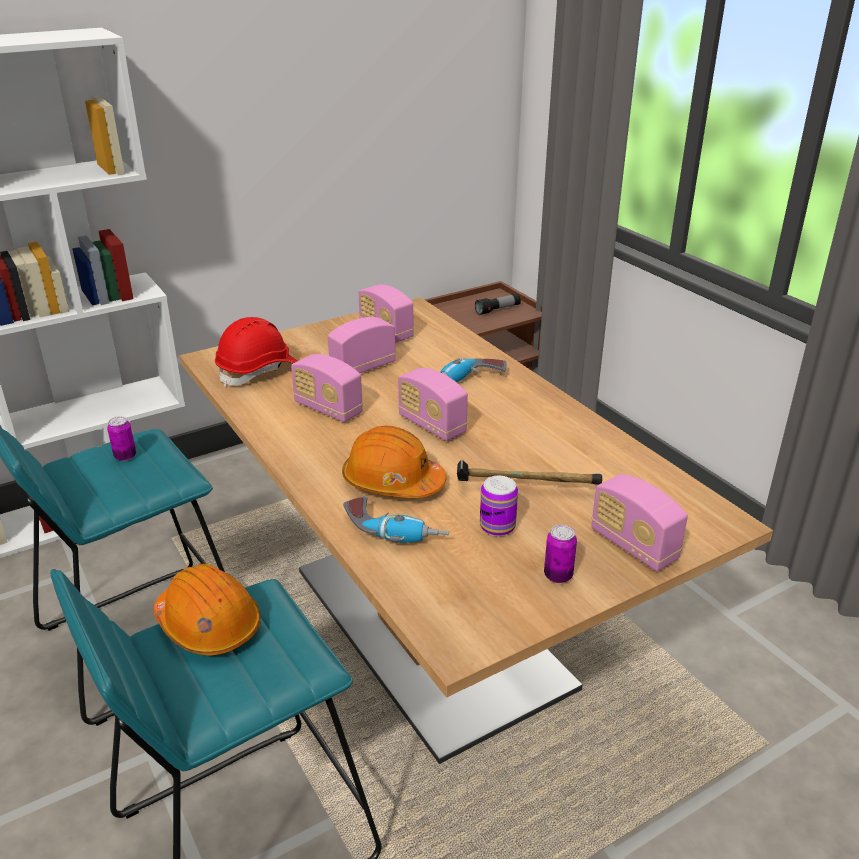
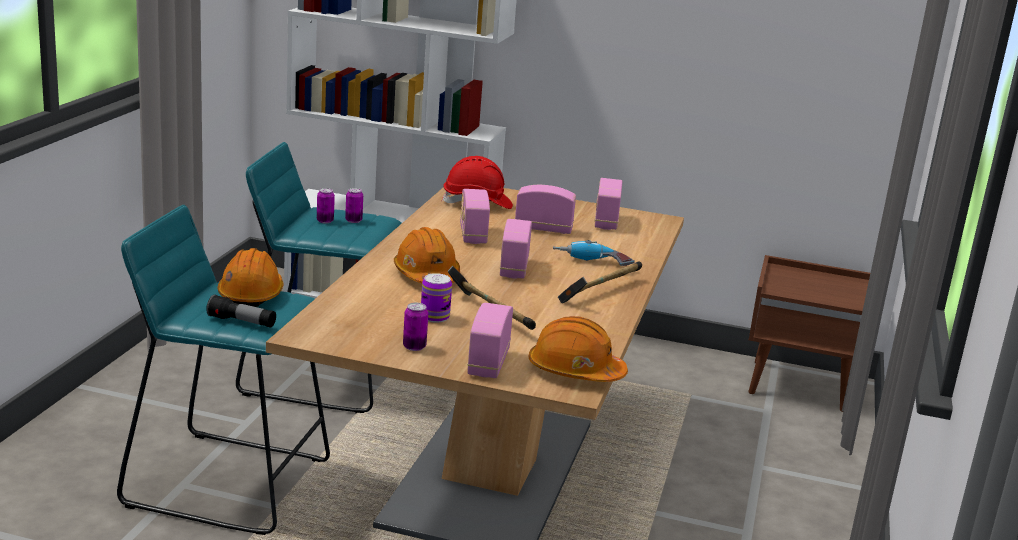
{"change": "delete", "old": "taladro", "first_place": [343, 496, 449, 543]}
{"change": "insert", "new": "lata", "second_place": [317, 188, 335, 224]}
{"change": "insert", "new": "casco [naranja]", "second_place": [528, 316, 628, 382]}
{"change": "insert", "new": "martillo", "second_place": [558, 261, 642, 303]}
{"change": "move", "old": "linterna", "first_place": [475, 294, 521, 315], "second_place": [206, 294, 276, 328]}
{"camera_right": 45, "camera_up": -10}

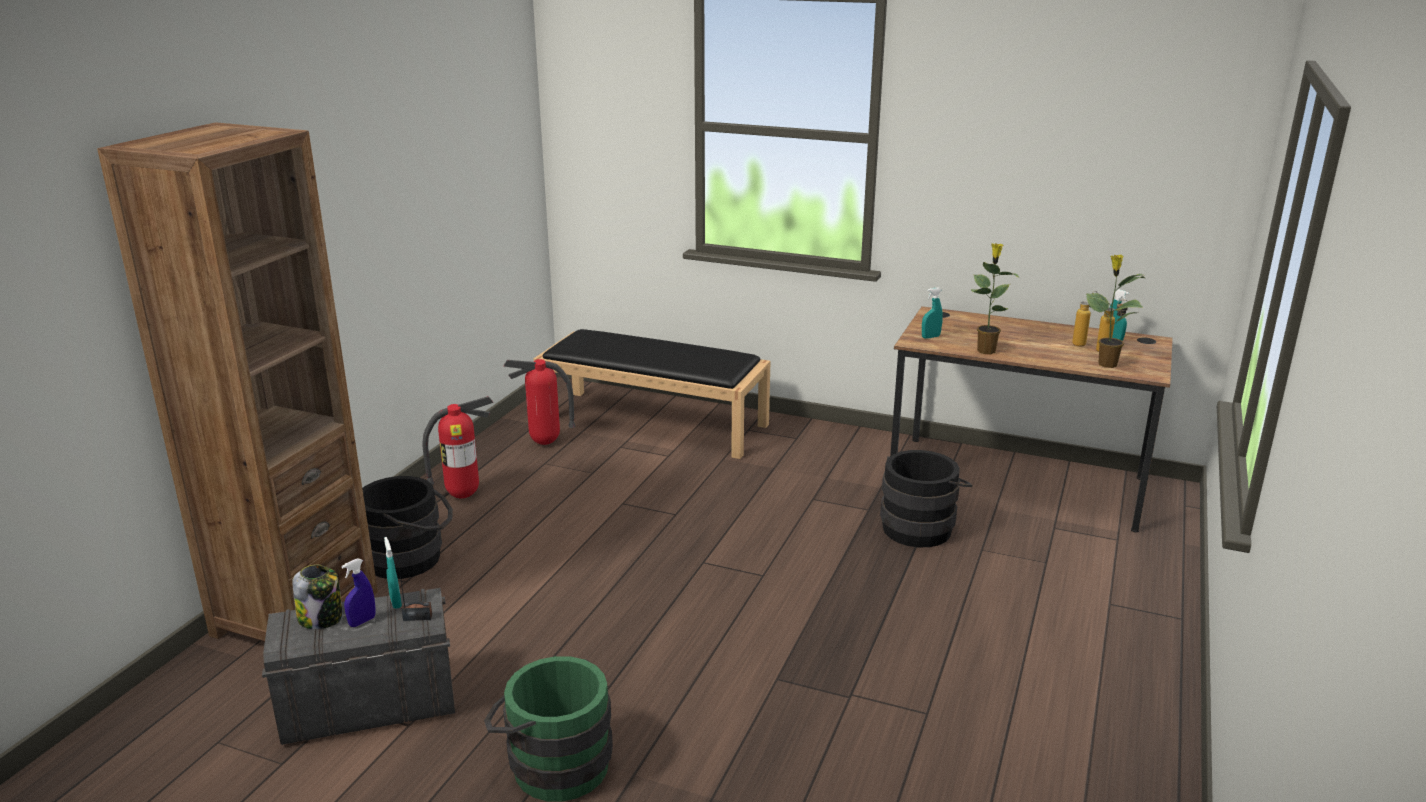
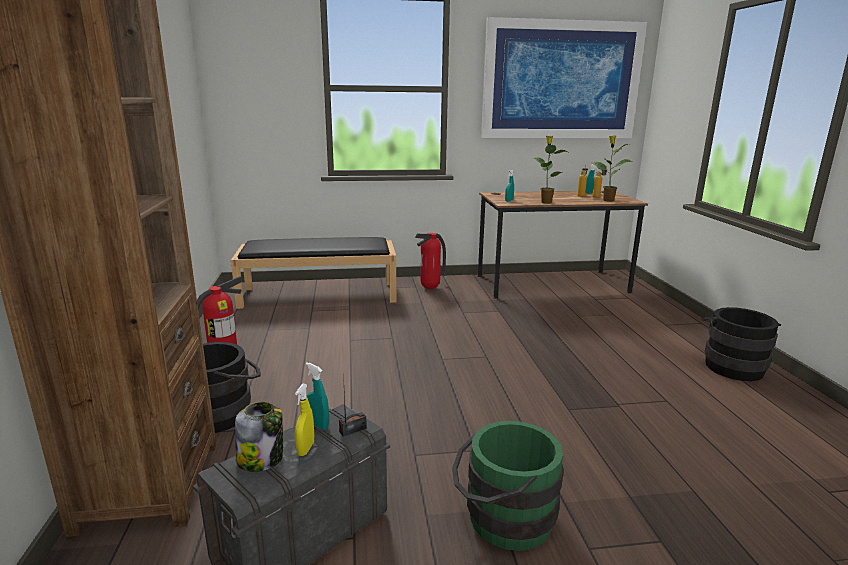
{"change": "insert", "new": "cuadro", "second_place": [481, 17, 647, 138]}
{"change": "move", "old": "extintor", "first_place": [504, 359, 575, 445], "second_place": [415, 233, 446, 289]}
{"change": "move", "old": "cubo [negro]", "first_place": [880, 450, 972, 547], "second_place": [702, 307, 781, 381]}
{"change": "recolor", "old": "pulverizador [azul]", "new": "pulverizador [amarillo]", "first_place": [342, 558, 375, 627], "second_place": [295, 384, 314, 456]}
{"camera_right": -30, "camera_up": -5}

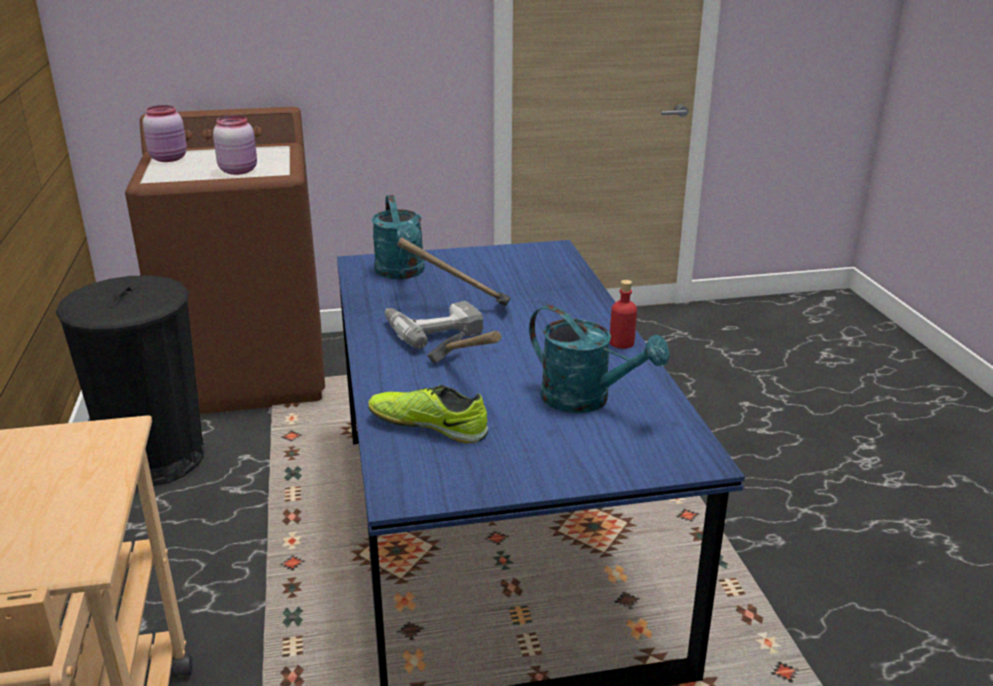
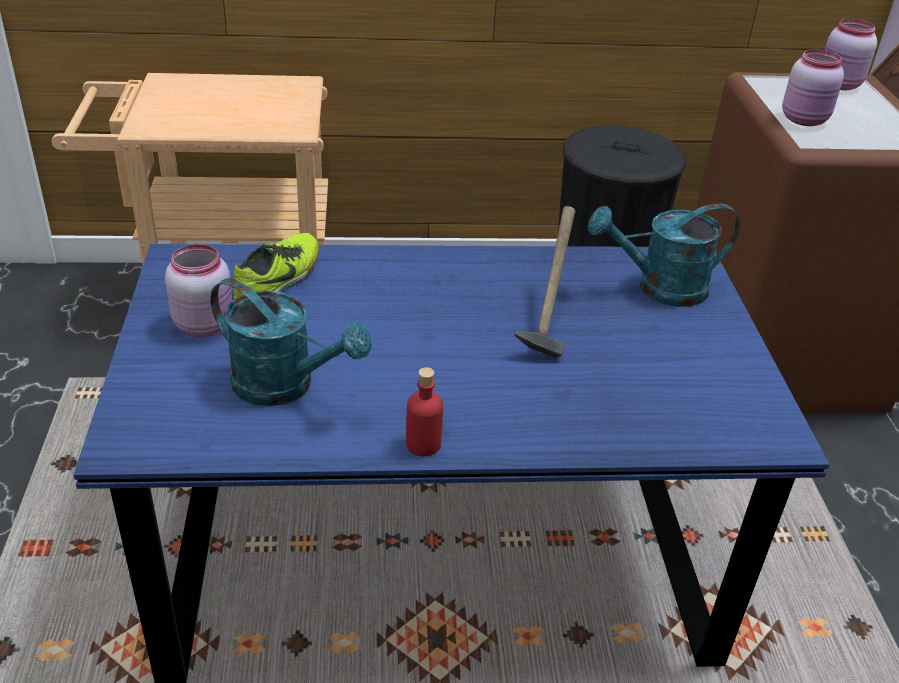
{"change": "delete", "old": "taladro", "first_place": [385, 301, 483, 349]}
{"change": "delete", "old": "martillo", "first_place": [428, 331, 501, 363]}
{"change": "insert", "new": "tarro [rosa]", "second_place": [165, 244, 233, 337]}
{"change": "rotate", "old": "regadera [turquesa]", "first_place": [529, 305, 670, 413], "second_place": [210, 278, 372, 406], "degrees": -105}
{"camera_right": 95, "camera_up": 10}

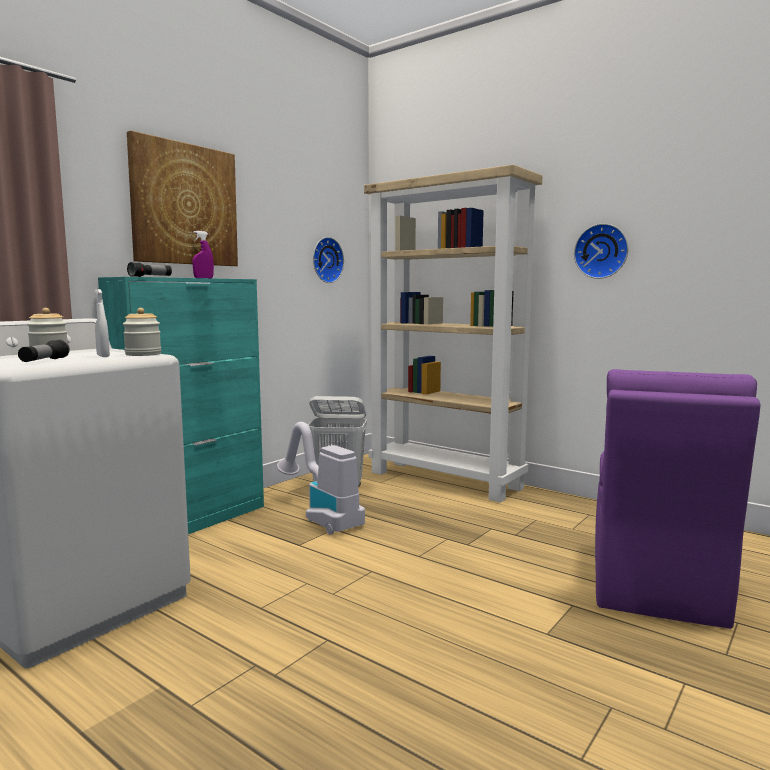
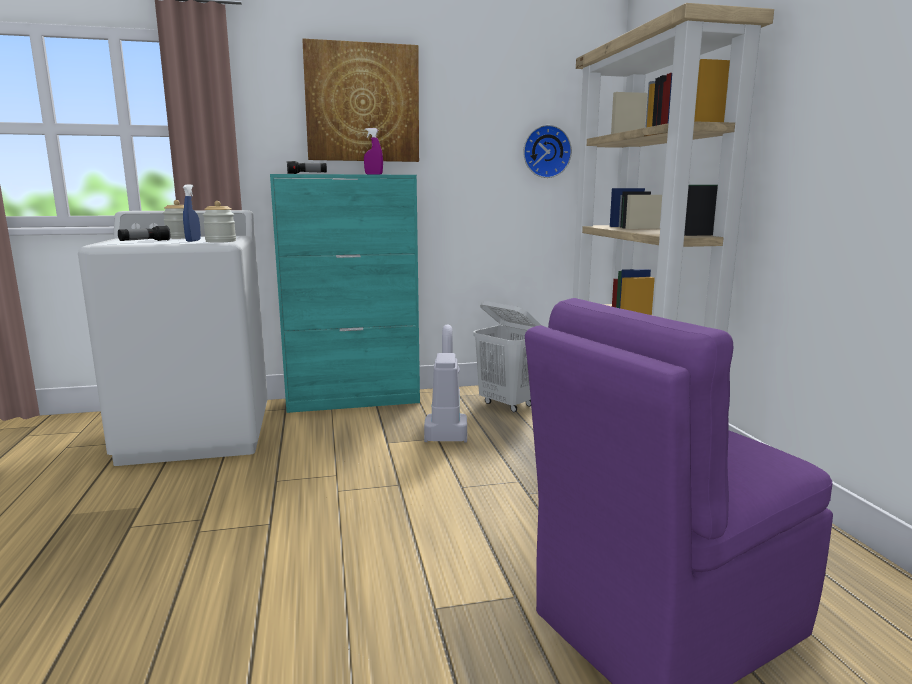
{"change": "delete", "old": "reloj de pared", "first_place": [574, 223, 628, 279]}
{"change": "recolor", "old": "pulverizador [blanco]", "new": "pulverizador [azul]", "first_place": [95, 289, 110, 357], "second_place": [183, 184, 201, 242]}
{"camera_right": 40, "camera_up": 5}

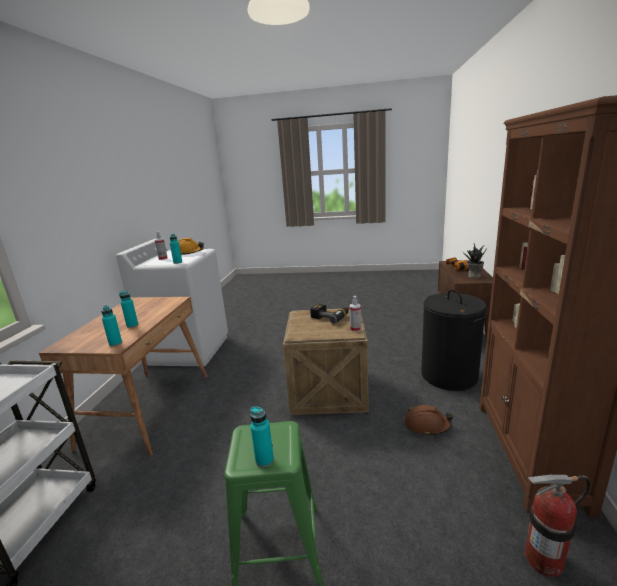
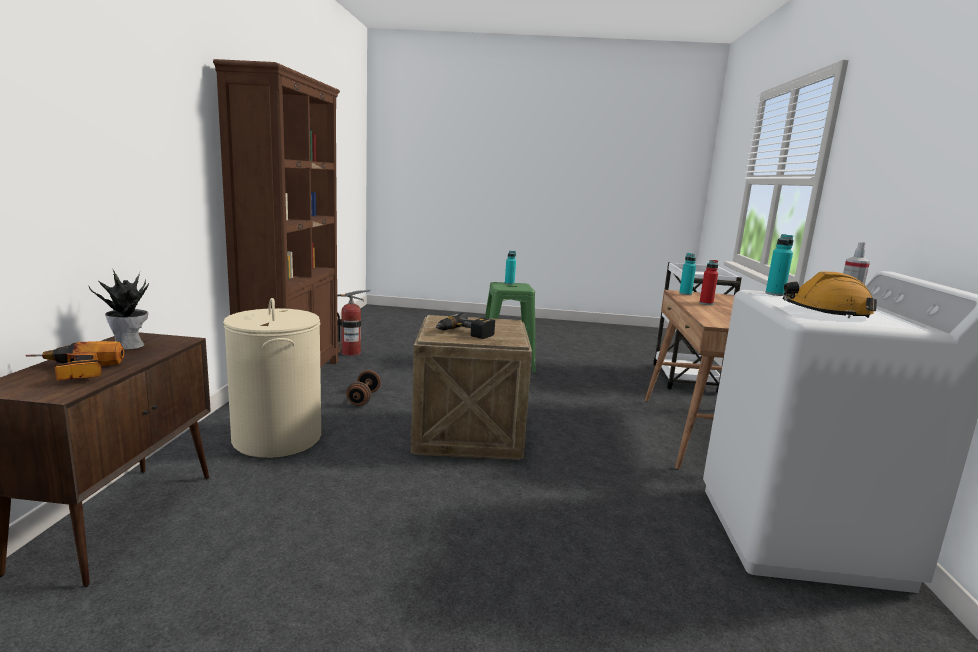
{"change": "delete", "old": "pulverizador", "first_place": [349, 296, 361, 332]}
{"change": "replace", "old": "casco [marrón]", "new": "mancuerna [marrón]", "first_place": [405, 405, 453, 437], "second_place": [346, 370, 381, 406]}
{"change": "recolor", "old": "botella [turquesa]", "new": "botella [rojo]", "first_place": [119, 291, 138, 328], "second_place": [699, 260, 718, 305]}
{"change": "recolor", "old": "cesto de la ropa [negro]", "new": "cesto de la ropa [beis]", "first_place": [421, 289, 487, 391], "second_place": [223, 298, 321, 458]}
{"camera_right": 175, "camera_up": -5}

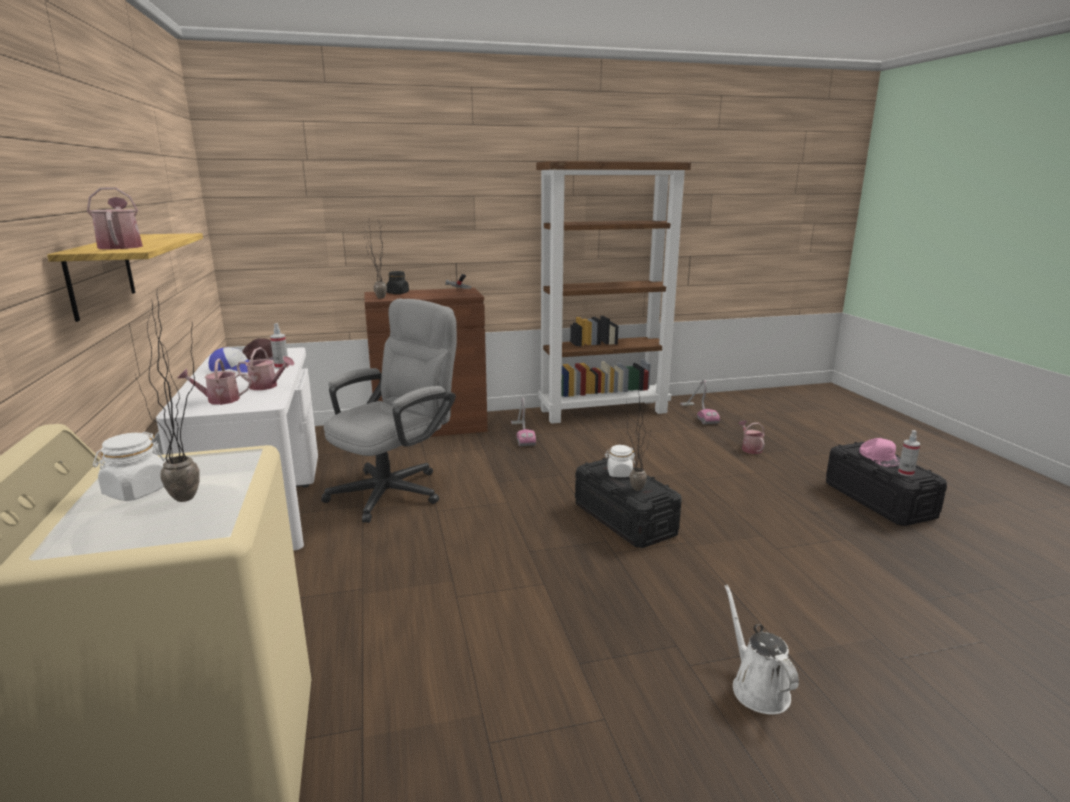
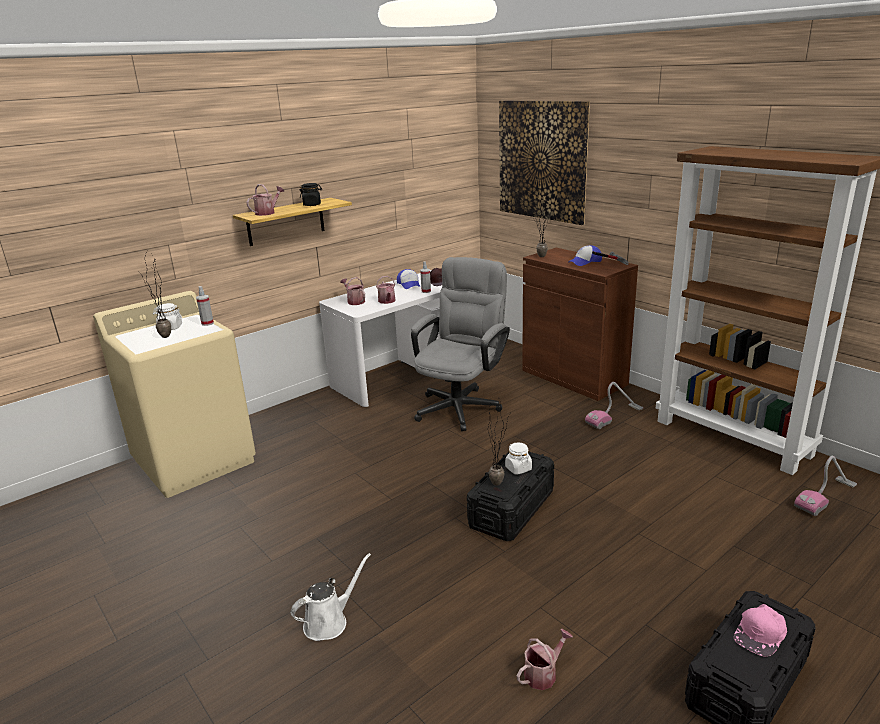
{"change": "insert", "new": "cuadro", "second_place": [499, 100, 590, 225]}
{"change": "insert", "new": "gorra", "second_place": [568, 245, 602, 266]}
{"change": "move", "old": "tarro [negro]", "first_place": [386, 271, 409, 294], "second_place": [299, 183, 322, 206]}
{"change": "move", "old": "regadera", "first_place": [739, 420, 765, 454], "second_place": [517, 629, 573, 690]}
{"change": "move", "old": "pulverizador", "first_place": [898, 430, 920, 476], "second_place": [196, 286, 214, 326]}
{"change": "rotate", "old": "silla de oficina [gris]", "first_place": [321, 299, 457, 523], "second_place": [411, 257, 510, 431], "degrees": -75}
{"camera_right": 65, "camera_up": 5}

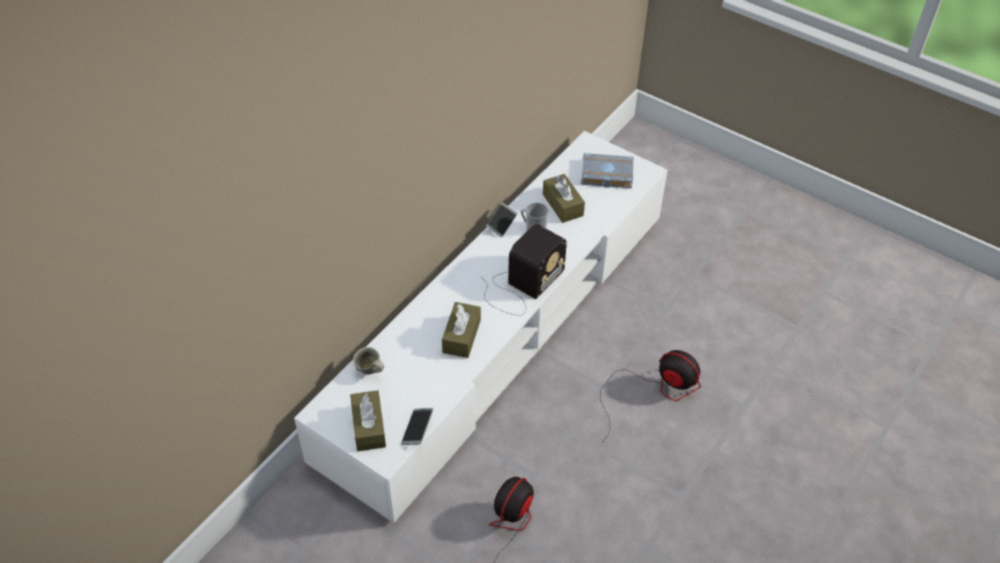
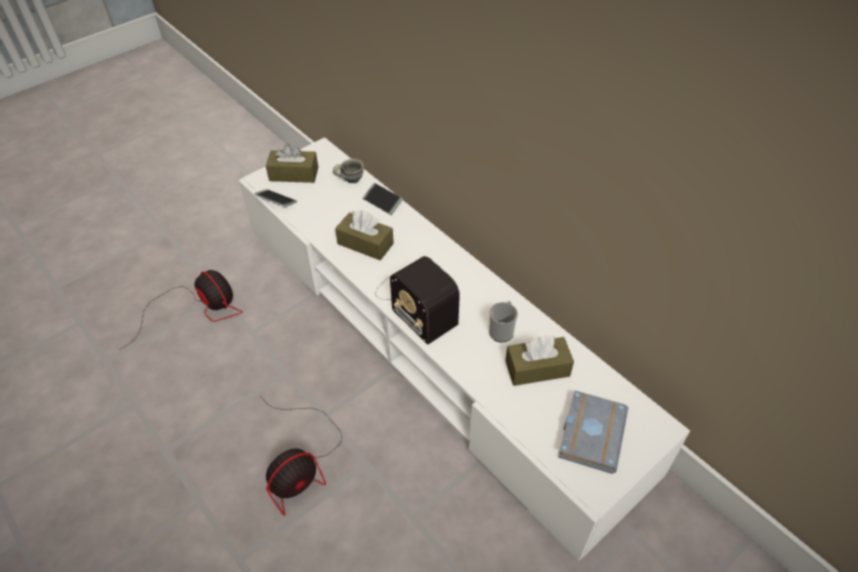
{"change": "move", "old": "móvil", "first_place": [486, 202, 518, 237], "second_place": [363, 183, 403, 215]}
{"camera_right": 105, "camera_up": 0}

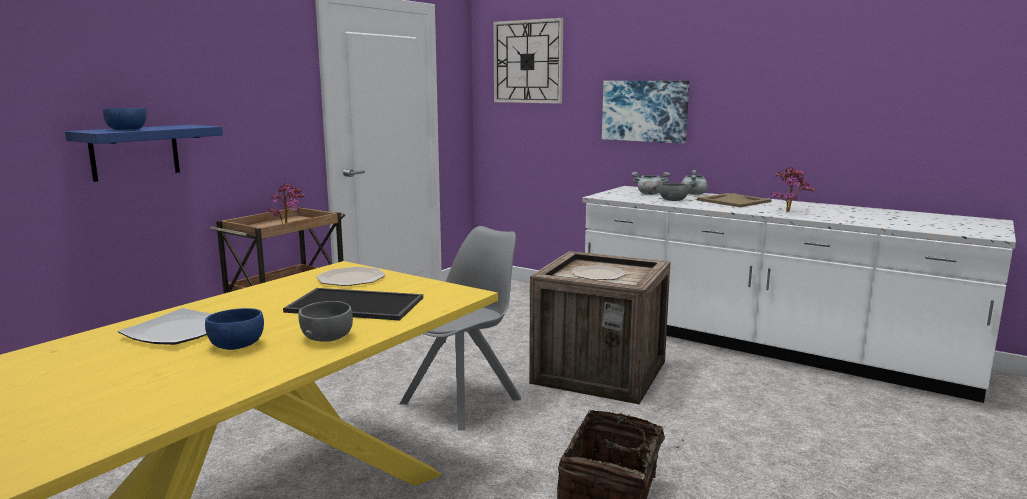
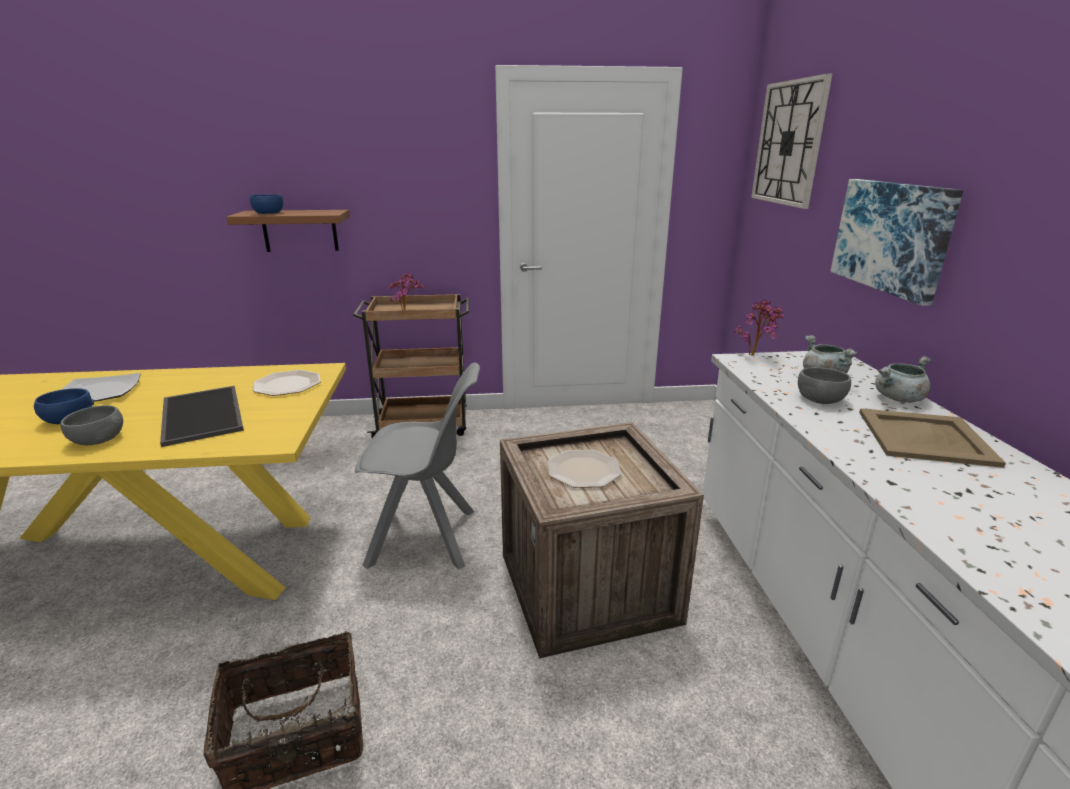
{"change": "move", "old": "planta en maceta", "first_place": [771, 167, 816, 212], "second_place": [734, 299, 784, 356]}
{"change": "recolor", "old": "estante [azul]", "new": "estante [marrón]", "first_place": [65, 125, 223, 182], "second_place": [226, 210, 350, 252]}
{"camera_right": 50, "camera_up": 10}

